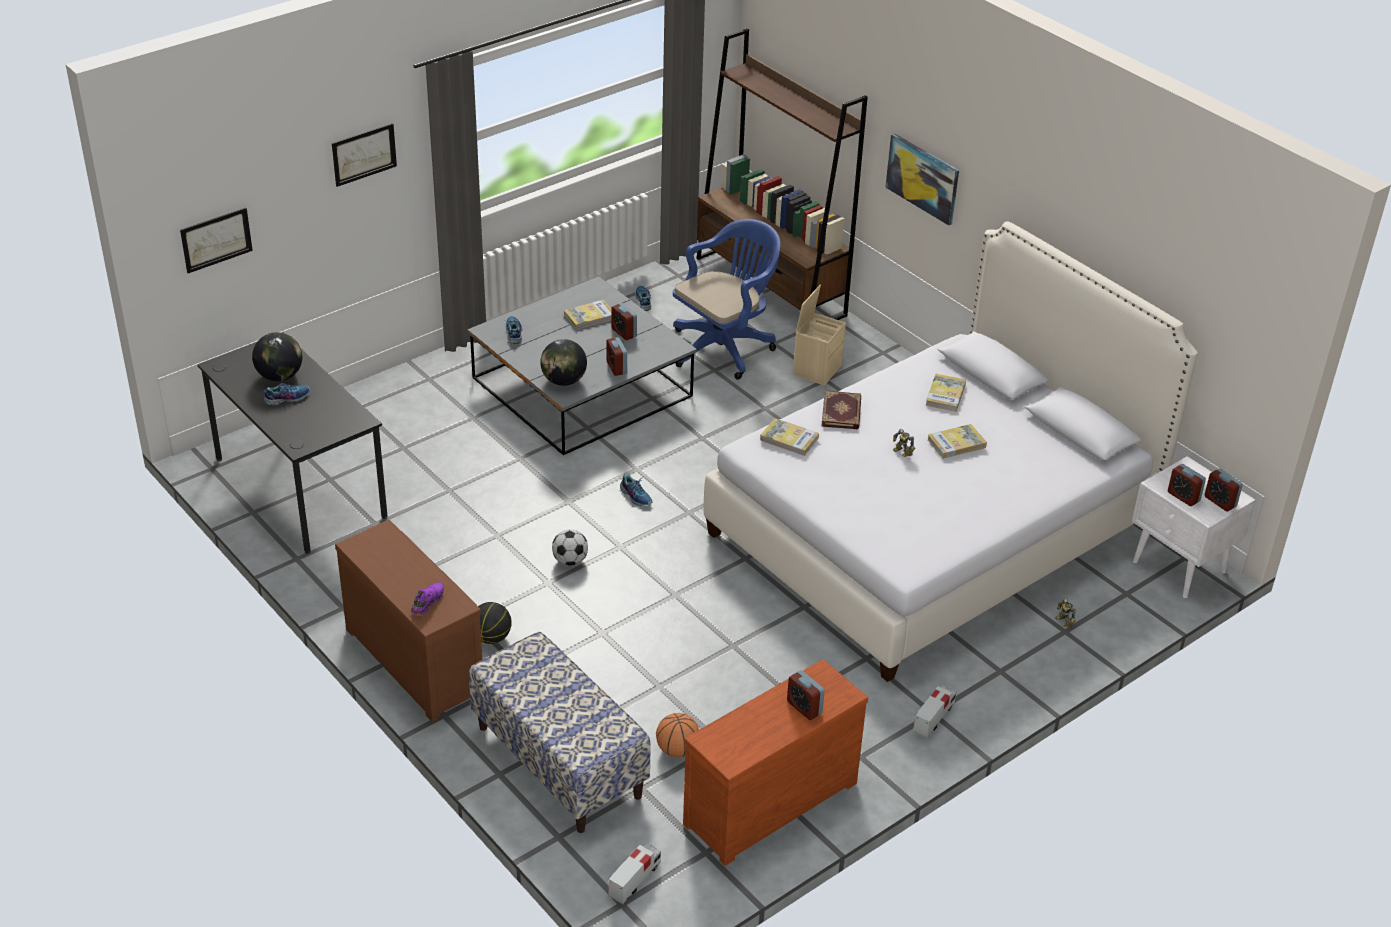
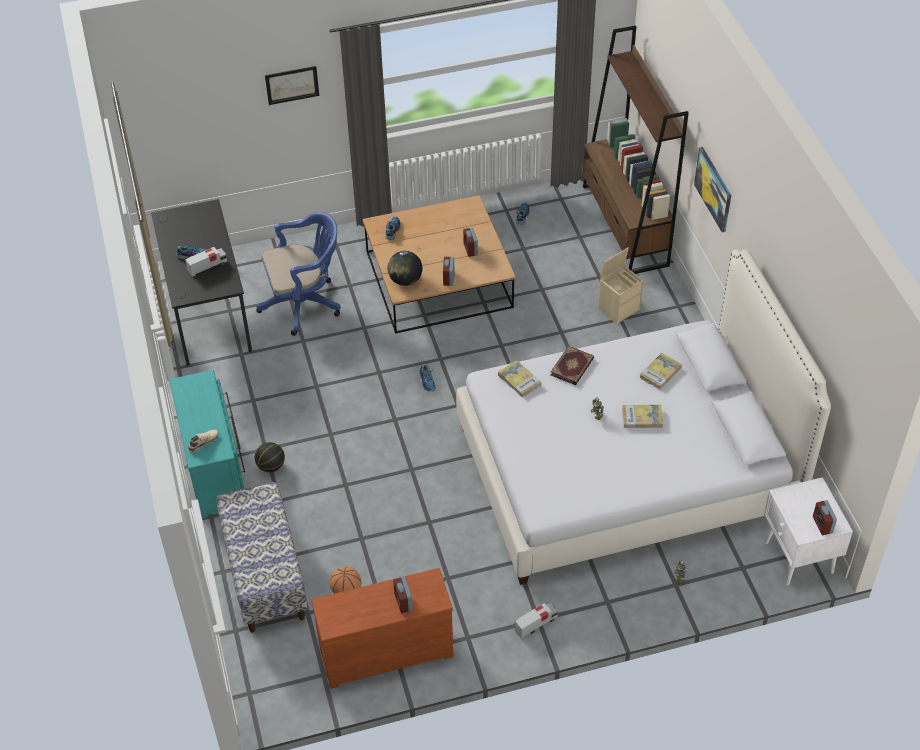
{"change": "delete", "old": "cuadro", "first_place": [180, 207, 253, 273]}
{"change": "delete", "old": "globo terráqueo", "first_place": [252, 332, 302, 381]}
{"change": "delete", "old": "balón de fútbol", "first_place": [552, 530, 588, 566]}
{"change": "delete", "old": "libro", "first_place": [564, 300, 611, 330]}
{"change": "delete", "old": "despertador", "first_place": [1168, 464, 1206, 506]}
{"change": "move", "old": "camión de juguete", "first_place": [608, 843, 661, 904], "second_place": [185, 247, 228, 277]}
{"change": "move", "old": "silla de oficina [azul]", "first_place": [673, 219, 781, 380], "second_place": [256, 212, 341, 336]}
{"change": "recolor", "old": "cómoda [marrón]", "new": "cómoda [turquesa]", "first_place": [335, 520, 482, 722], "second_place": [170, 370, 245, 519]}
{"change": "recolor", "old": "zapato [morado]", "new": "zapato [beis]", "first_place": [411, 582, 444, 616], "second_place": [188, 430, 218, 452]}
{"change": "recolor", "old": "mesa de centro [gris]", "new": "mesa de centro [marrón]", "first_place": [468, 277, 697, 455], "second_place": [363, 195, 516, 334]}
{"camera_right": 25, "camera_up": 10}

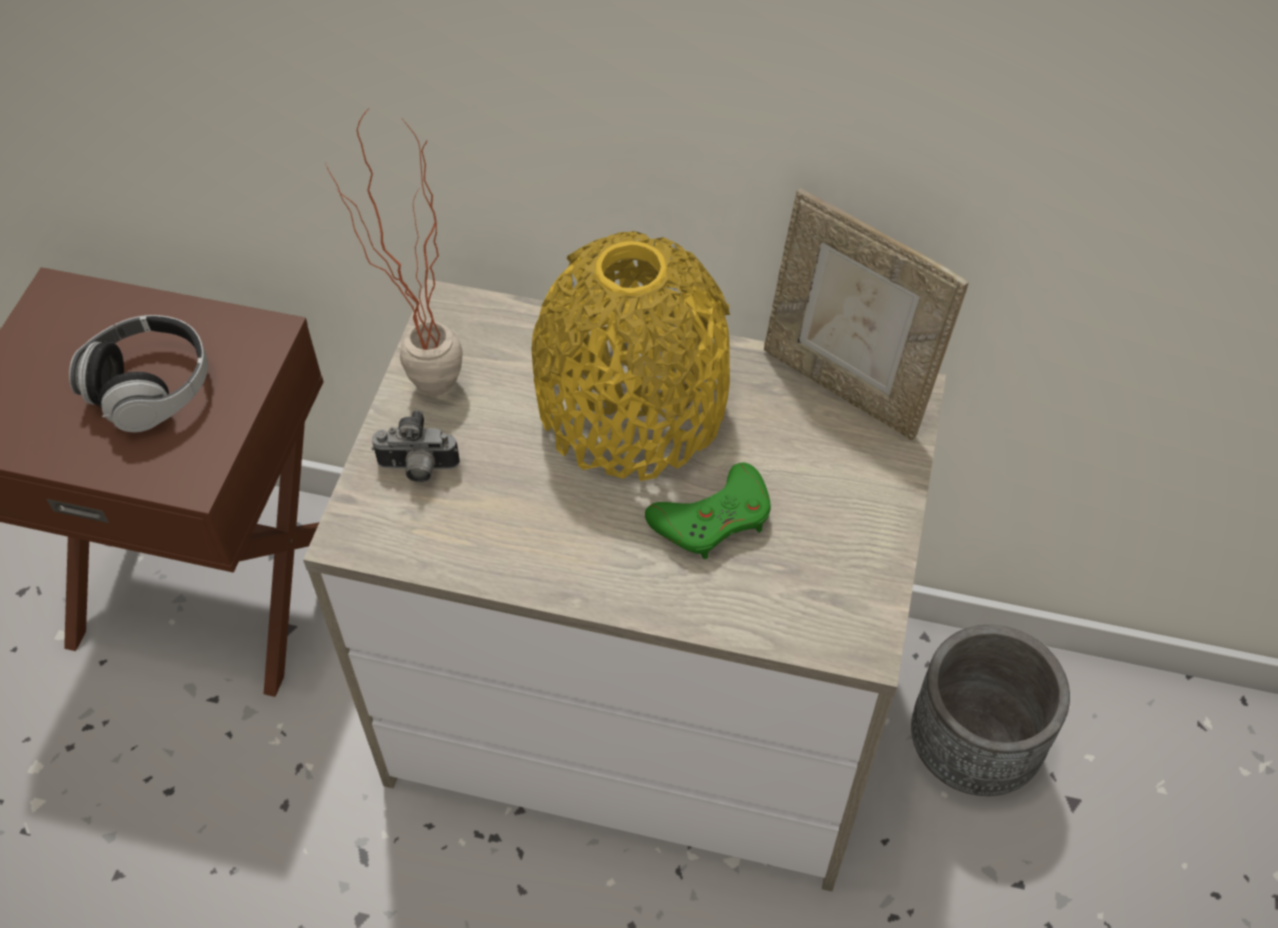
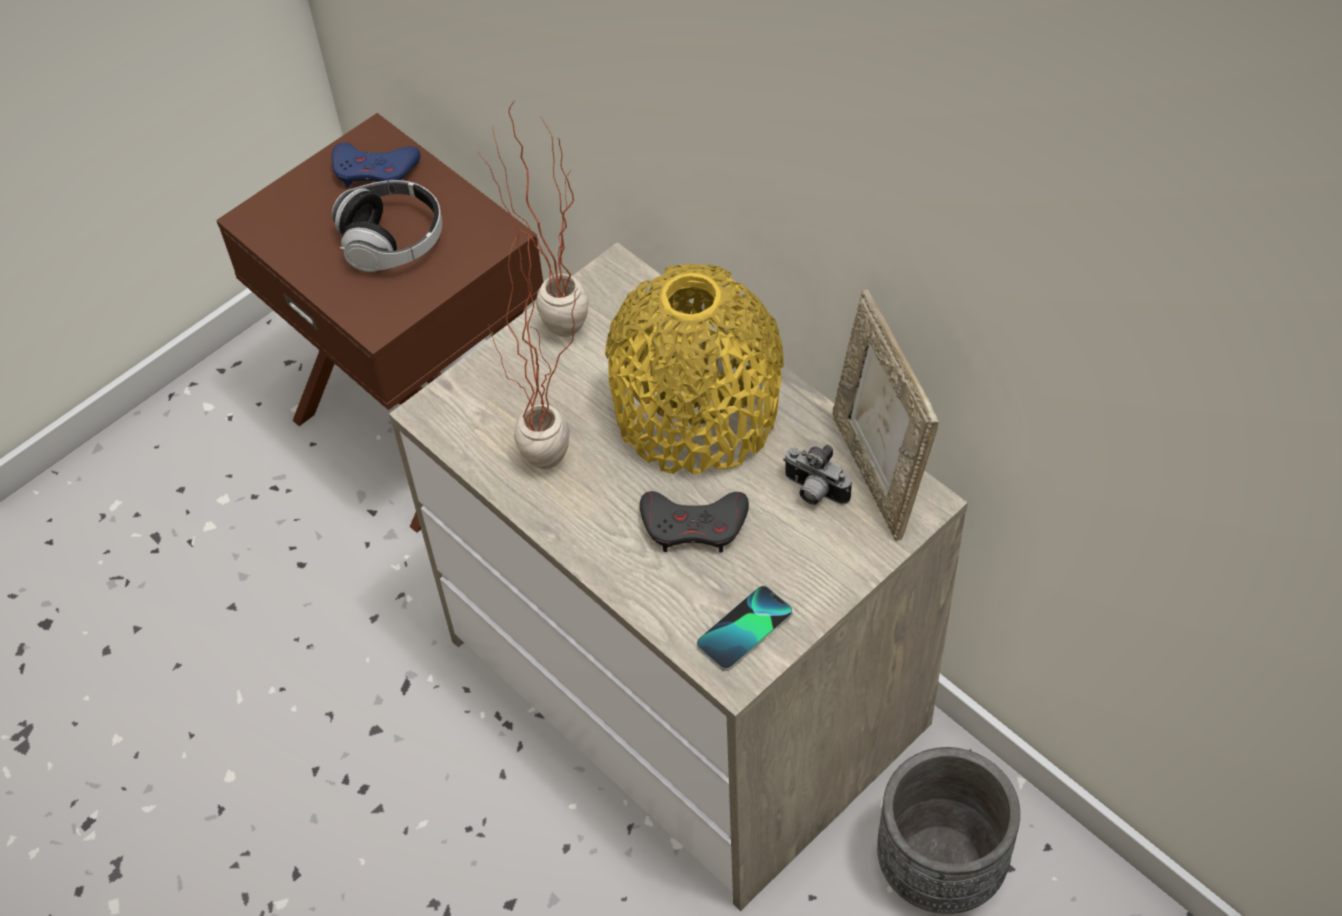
{"change": "insert", "new": "mando de consola [azul]", "second_place": [331, 142, 420, 188]}
{"change": "insert", "new": "planta en maceta", "second_place": [488, 234, 578, 469]}
{"change": "insert", "new": "móvil", "second_place": [697, 586, 793, 671]}
{"change": "move", "old": "cámara", "first_place": [371, 410, 460, 482], "second_place": [783, 444, 852, 505]}
{"change": "recolor", "old": "mando de consola [verde]", "new": "mando de consola [gris]", "first_place": [645, 463, 771, 559], "second_place": [640, 491, 749, 553]}
{"camera_right": 35, "camera_up": 0}

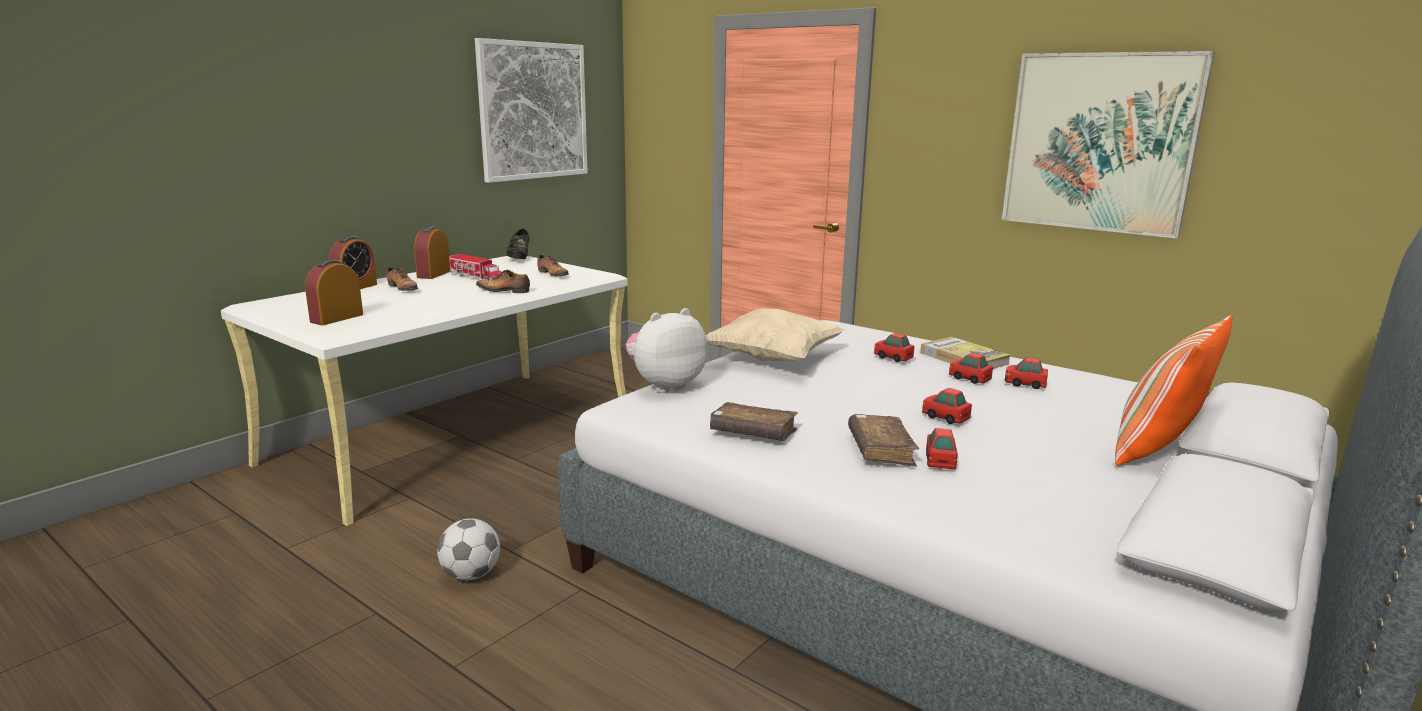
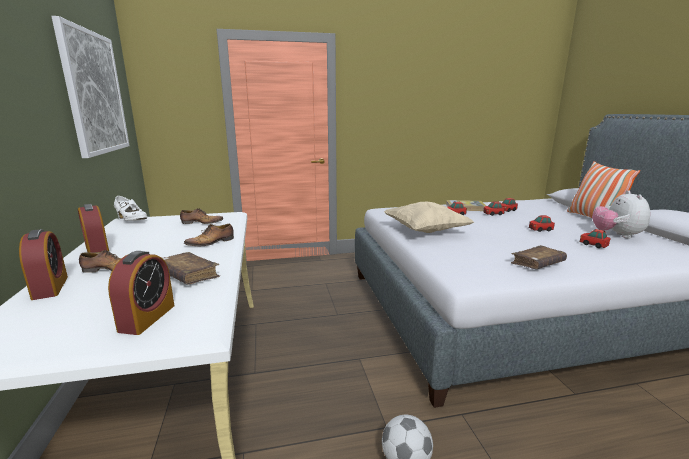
{"change": "delete", "old": "camión de juguete", "first_place": [449, 254, 501, 280]}
{"change": "delete", "old": "cuadro", "first_place": [1002, 51, 1215, 239]}
{"change": "move", "old": "peluche", "first_place": [626, 308, 707, 393], "second_place": [592, 190, 650, 239]}
{"change": "move", "old": "libro [marrón]", "first_place": [848, 414, 919, 467], "second_place": [162, 252, 220, 285]}
{"change": "recolor", "old": "zapato [negro]", "new": "zapato [blanco]", "first_place": [506, 229, 529, 259], "second_place": [114, 196, 147, 221]}
{"change": "rotate", "old": "despertador", "first_place": [305, 259, 363, 325], "second_place": [108, 251, 174, 335], "degrees": -150}
{"camera_right": -50, "camera_up": 0}

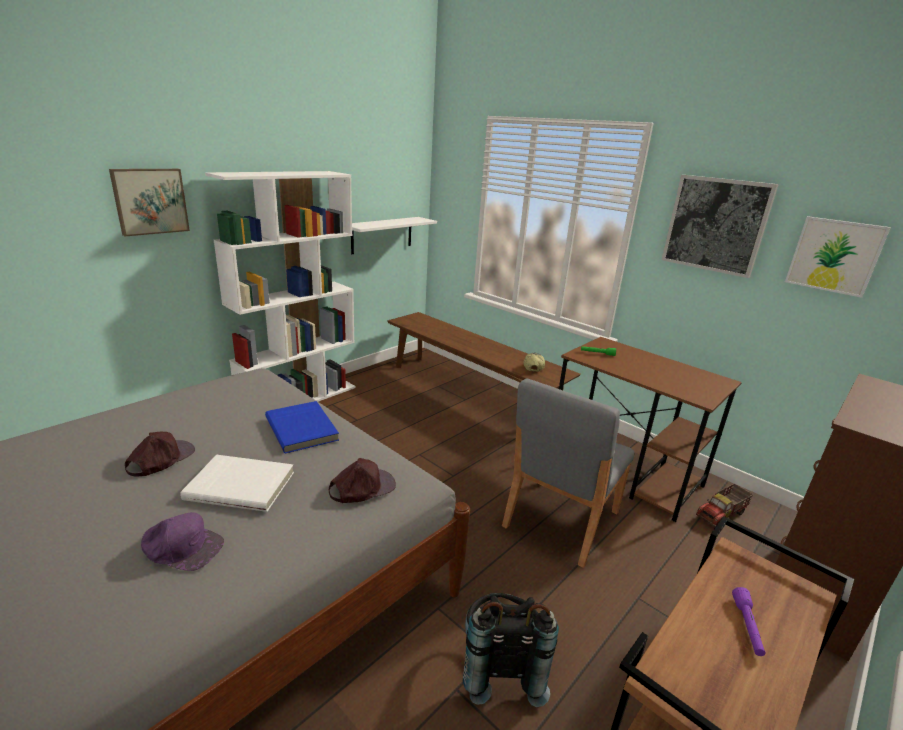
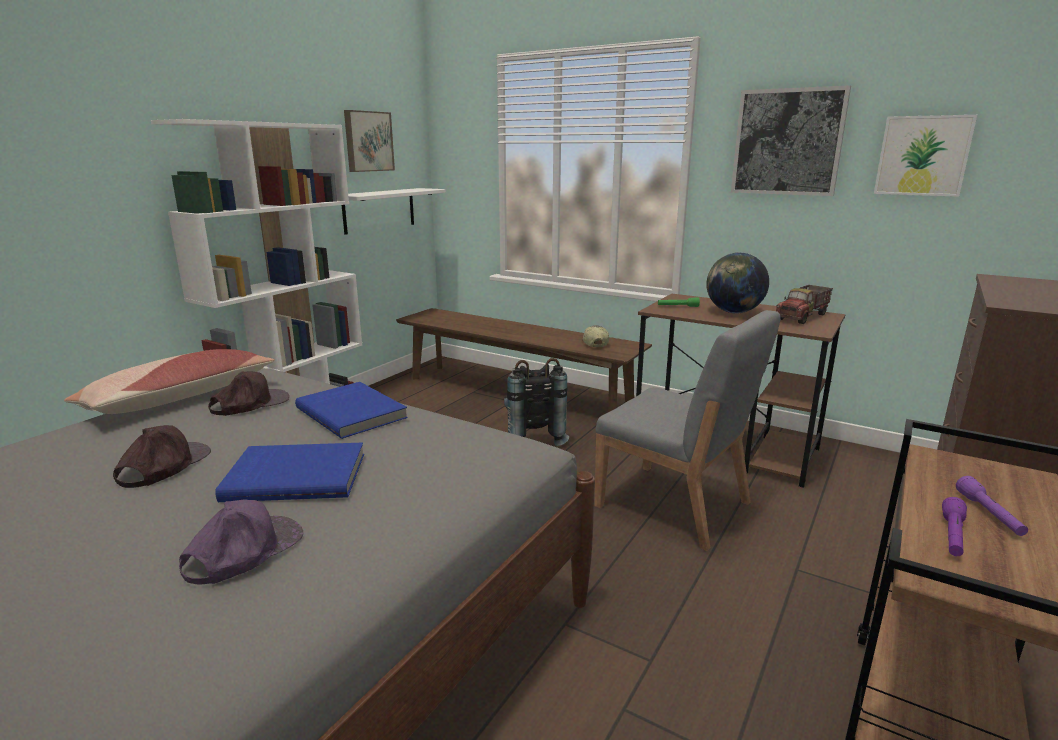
{"change": "insert", "new": "cojín", "second_place": [64, 349, 275, 414]}
{"change": "insert", "new": "globo terráqueo", "second_place": [706, 252, 769, 314]}
{"change": "insert", "new": "linterna [morado]", "second_place": [942, 497, 967, 556]}
{"change": "move", "old": "cuadro", "first_place": [109, 169, 190, 236], "second_place": [344, 110, 395, 172]}
{"change": "move", "old": "gorra [marrón]", "first_place": [329, 458, 396, 503], "second_place": [208, 371, 289, 416]}
{"change": "move", "old": "mochila [negro]", "first_place": [463, 593, 559, 707], "second_place": [504, 358, 569, 446]}
{"change": "move", "old": "camión de juguete", "first_place": [696, 484, 753, 527], "second_place": [776, 285, 833, 324]}
{"change": "recolor", "old": "libro [blanco]", "new": "libro [azul]", "first_place": [180, 455, 294, 512], "second_place": [215, 442, 364, 502]}
{"change": "rotate", "old": "gorra [morado]", "first_place": [141, 512, 224, 571], "second_place": [179, 499, 303, 585], "degrees": -60}
{"change": "rotate", "old": "silla [gris]", "first_place": [502, 379, 635, 568], "second_place": [595, 310, 781, 551], "degrees": -75}
{"camera_right": -10, "camera_up": -5}

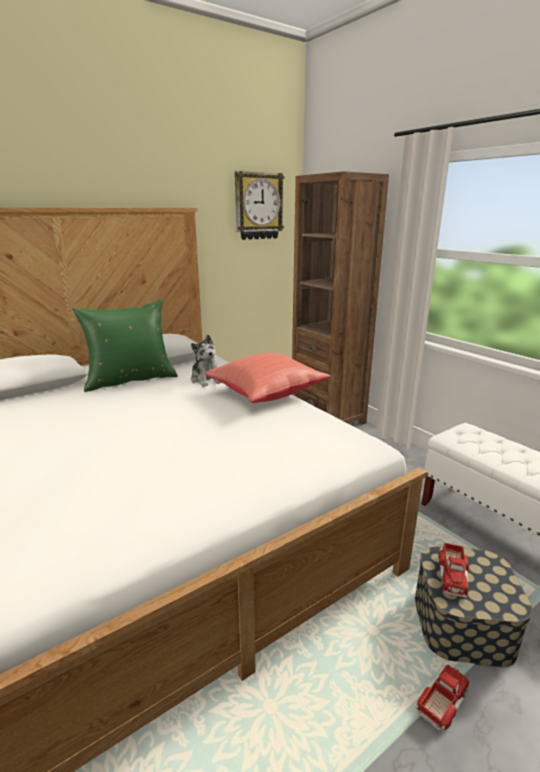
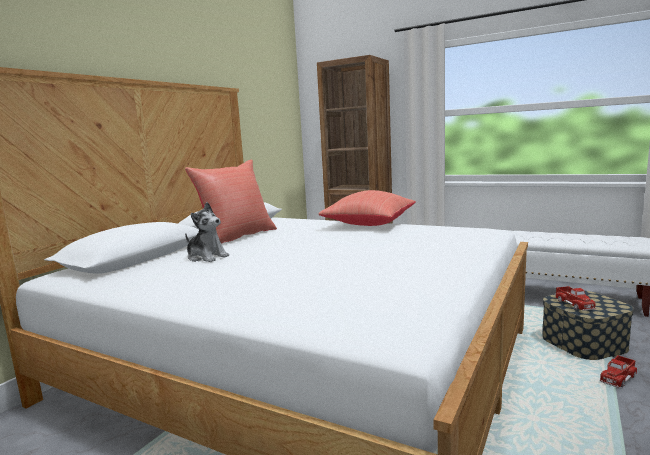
{"change": "delete", "old": "reloj de pared", "first_place": [235, 171, 285, 240]}
{"change": "move", "old": "peluche", "first_place": [191, 335, 222, 387], "second_place": [185, 202, 229, 262]}
{"change": "recolor", "old": "cojín [verde]", "new": "cojín [rojo]", "first_place": [72, 299, 178, 392], "second_place": [185, 159, 277, 244]}
{"change": "rotate", "old": "camión de juguete", "first_place": [416, 665, 469, 730], "second_place": [600, 355, 638, 388], "degrees": -150}
{"camera_right": -25, "camera_up": -10}

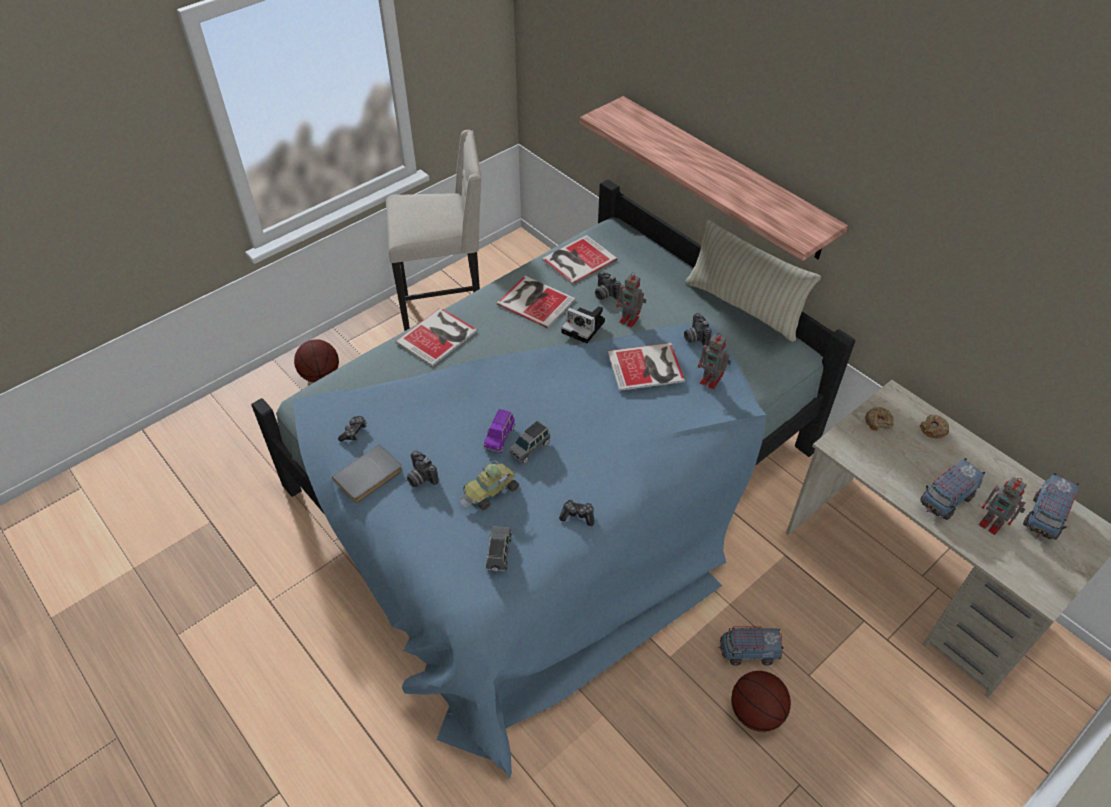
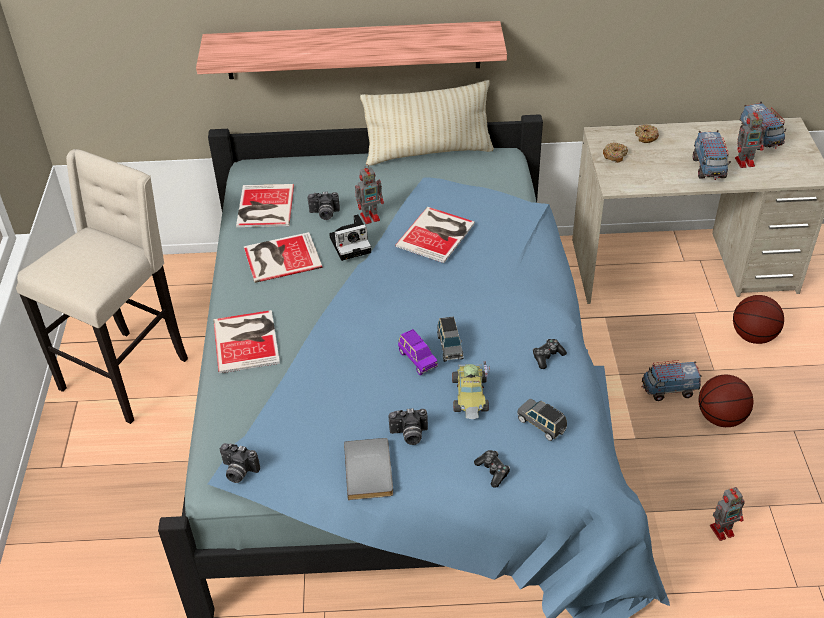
{"change": "move", "old": "balón de baloncesto", "first_place": [294, 339, 339, 382], "second_place": [733, 295, 784, 344]}
{"change": "move", "old": "mando de consola", "first_place": [338, 416, 367, 442], "second_place": [474, 450, 510, 488]}
{"change": "move", "old": "cámara", "first_place": [684, 313, 712, 346], "second_place": [220, 443, 260, 483]}
{"change": "move", "old": "robot de juguete", "first_place": [698, 333, 731, 389], "second_place": [710, 487, 744, 541]}
{"change": "rotate", "old": "camión de juguete", "first_place": [719, 626, 784, 666], "second_place": [642, 360, 702, 401], "degrees": 45}
{"camera_right": -50, "camera_up": -5}

